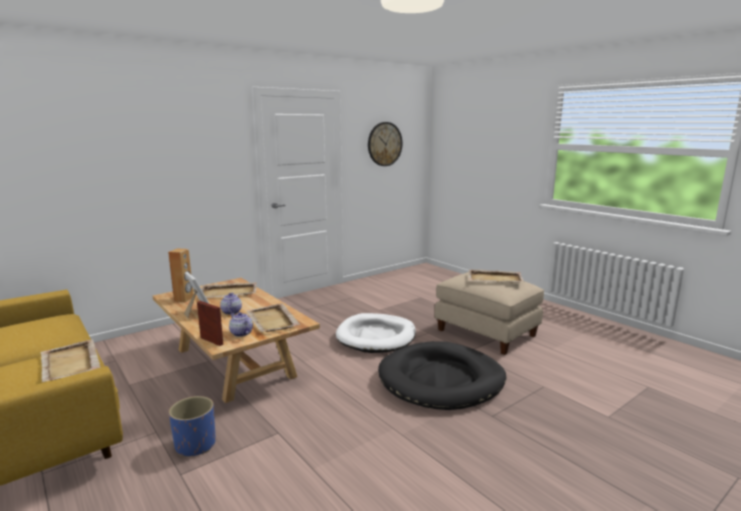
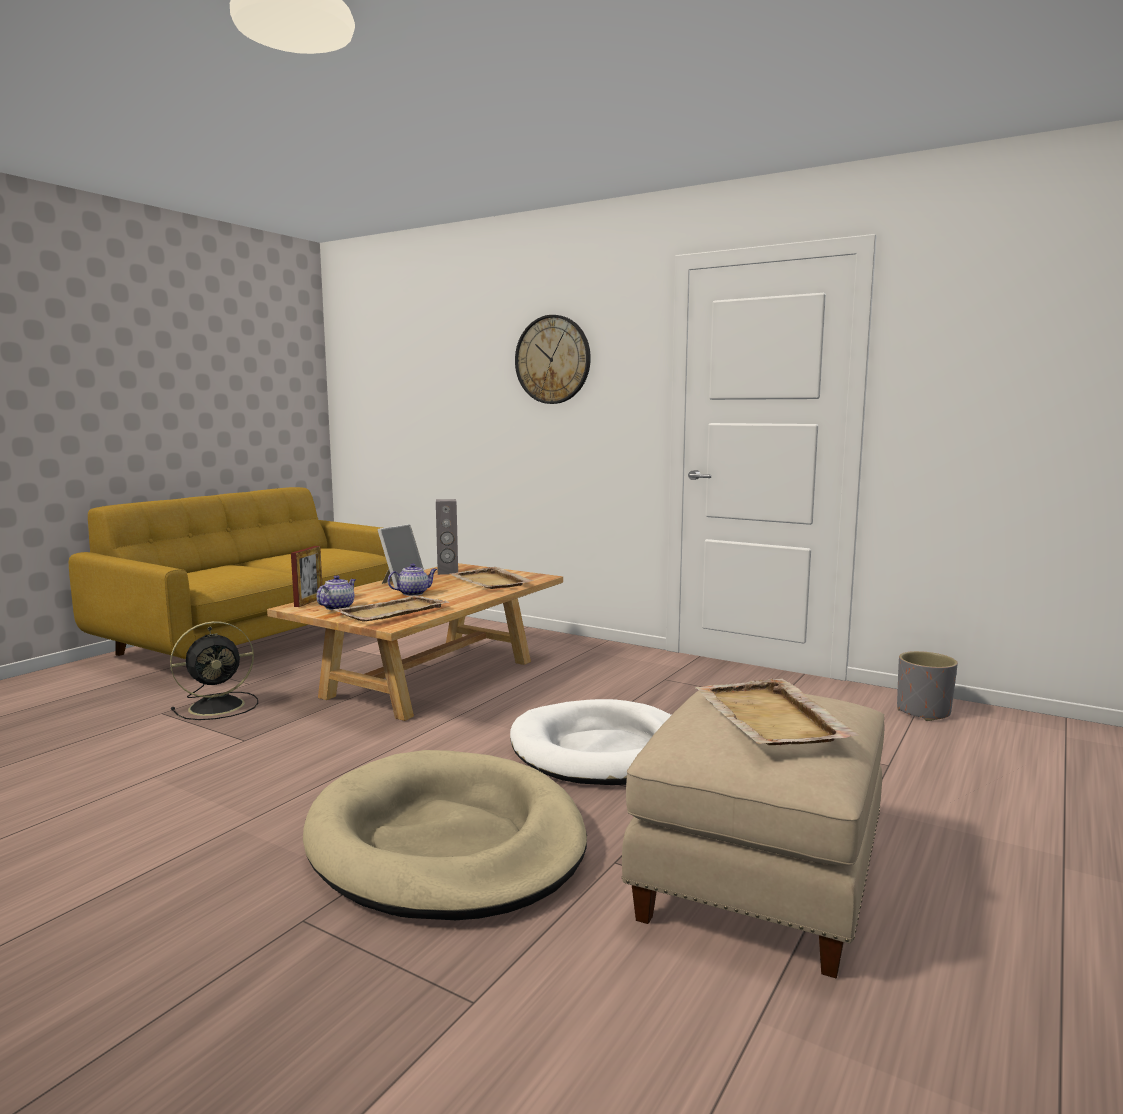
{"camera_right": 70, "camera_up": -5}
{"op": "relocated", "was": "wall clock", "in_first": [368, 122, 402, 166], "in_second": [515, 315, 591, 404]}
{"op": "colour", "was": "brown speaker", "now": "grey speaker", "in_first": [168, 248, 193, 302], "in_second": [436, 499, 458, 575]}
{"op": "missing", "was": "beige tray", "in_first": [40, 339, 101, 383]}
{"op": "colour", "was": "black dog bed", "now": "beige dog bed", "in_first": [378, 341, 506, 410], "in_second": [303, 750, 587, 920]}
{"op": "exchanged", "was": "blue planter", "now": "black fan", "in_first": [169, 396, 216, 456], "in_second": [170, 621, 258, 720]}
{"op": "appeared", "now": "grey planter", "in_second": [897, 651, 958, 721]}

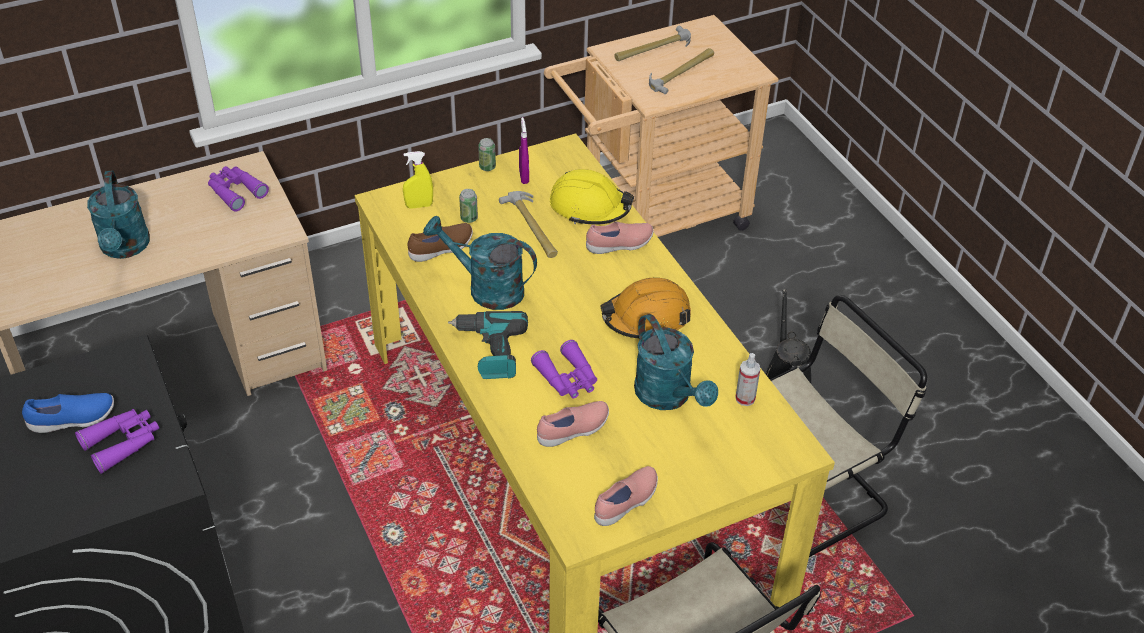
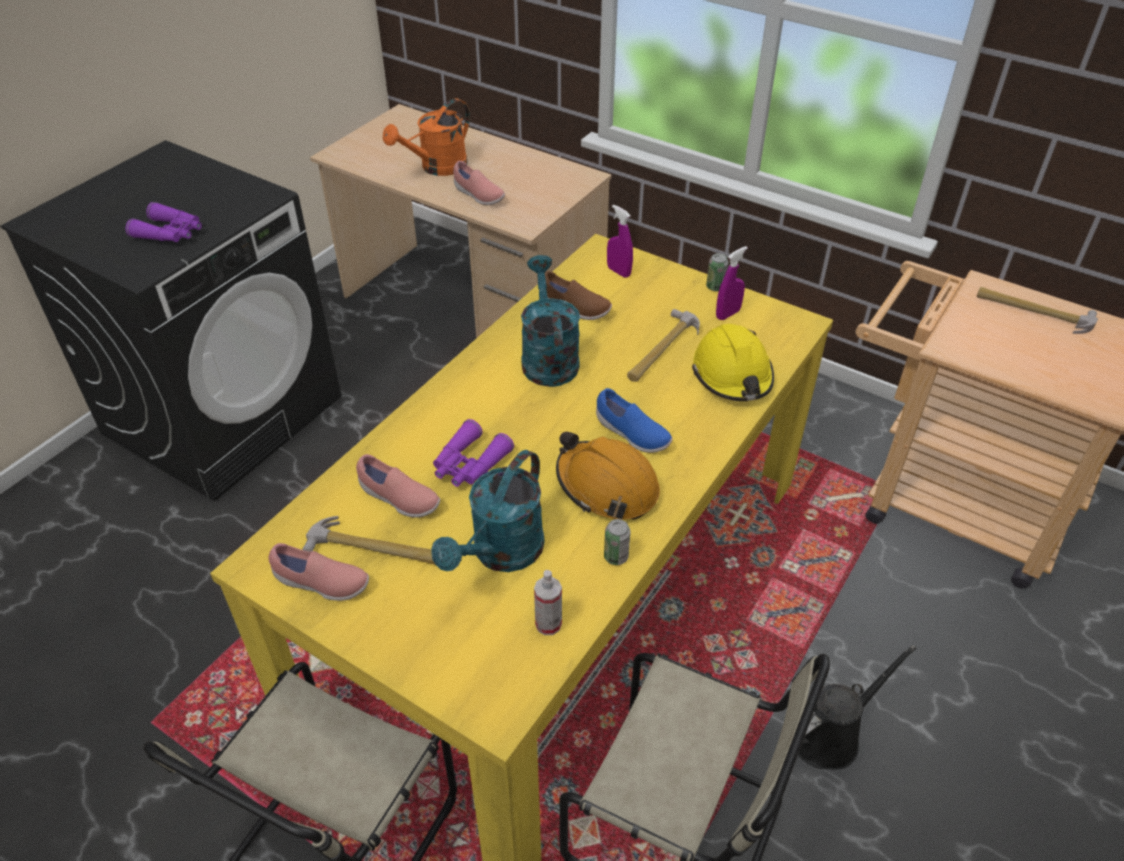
{"camera_right": 60, "camera_up": 0}
{"op": "relocated", "was": "hammer", "in_first": [649, 48, 714, 94], "in_second": [302, 516, 436, 565]}
{"op": "colour", "was": "yellow spray bottle", "now": "purple spray bottle", "in_first": [403, 151, 433, 209], "in_second": [607, 205, 633, 278]}
{"op": "missing", "was": "purple binoculars", "in_first": [208, 166, 269, 212]}
{"op": "colour", "was": "turquoise watering can", "now": "orange watering can", "in_first": [87, 170, 150, 259], "in_second": [383, 98, 470, 176]}
{"op": "relocated", "was": "can", "in_first": [459, 189, 478, 223], "in_second": [604, 519, 631, 565]}
{"op": "relocated", "was": "pink shoe", "in_first": [586, 221, 653, 254], "in_second": [453, 161, 505, 205]}
{"op": "missing", "was": "power drill", "in_first": [448, 311, 528, 379]}
{"op": "relocated", "was": "blue shoe", "in_first": [22, 393, 114, 433], "in_second": [596, 388, 673, 453]}

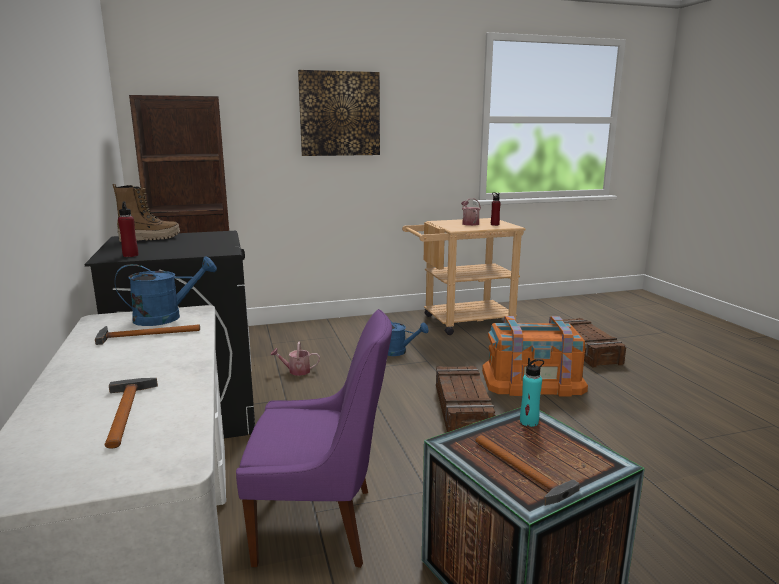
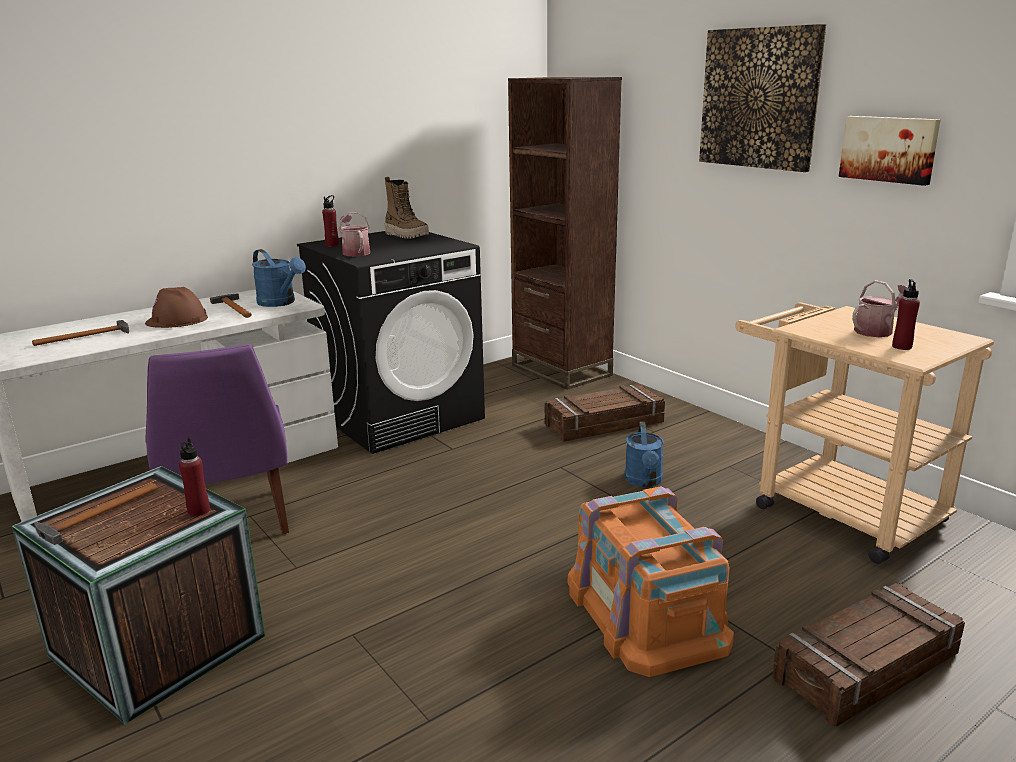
{"camera_right": 70, "camera_up": 5}
{"op": "relocated", "was": "watering can", "in_first": [270, 342, 320, 376], "in_second": [339, 212, 370, 256]}
{"op": "colour", "was": "turquoise bottle", "now": "red bottle", "in_first": [520, 358, 544, 427], "in_second": [179, 437, 210, 516]}
{"op": "relocated", "was": "crate", "in_first": [436, 366, 495, 432], "in_second": [545, 385, 665, 442]}
{"op": "appeared", "now": "picture", "in_second": [839, 116, 941, 186]}
{"op": "appeared", "now": "brown hard hat", "in_second": [145, 287, 208, 328]}

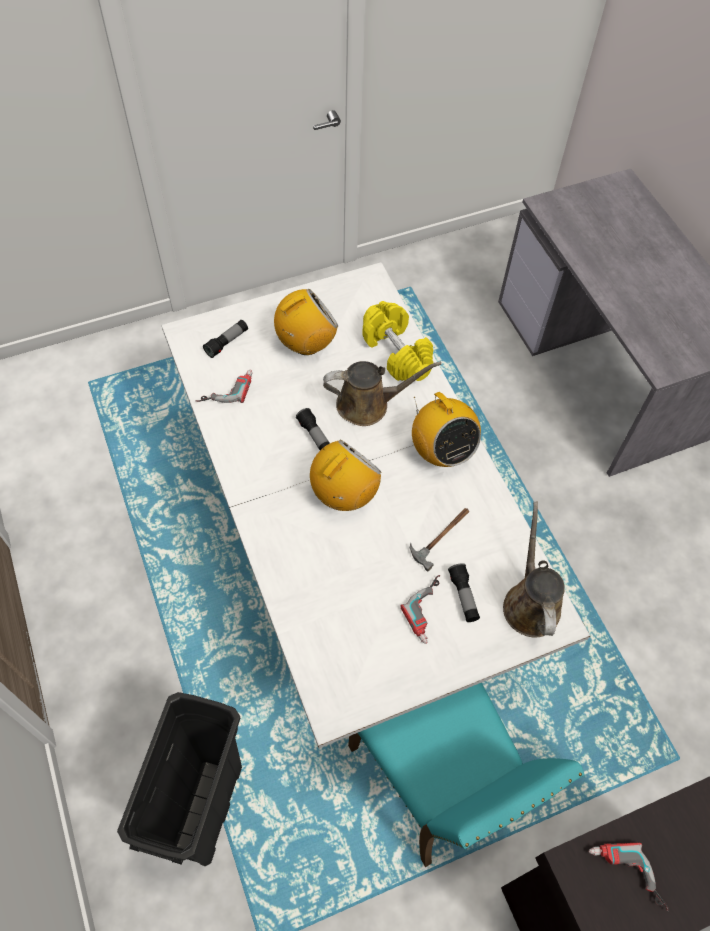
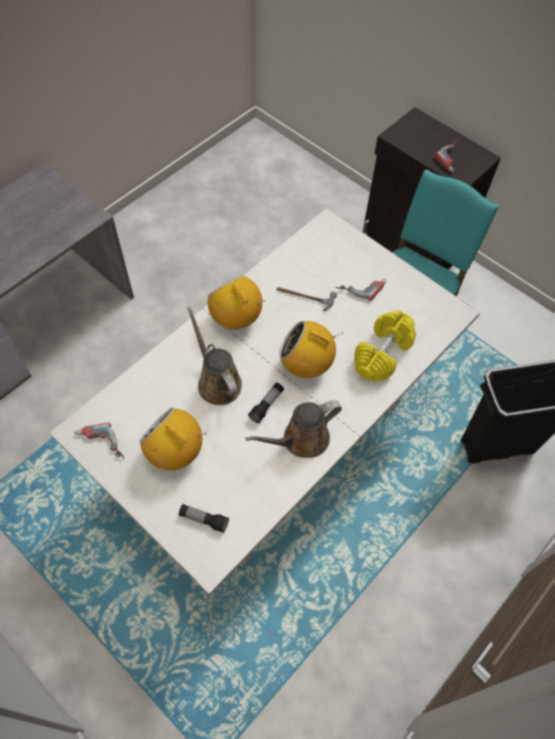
{"camera_right": -115, "camera_up": 0}
{"op": "relocated", "was": "yellow dumbbell", "in_first": [362, 301, 434, 381], "in_second": [354, 310, 416, 382]}
{"op": "relocated", "was": "power drill", "in_first": [196, 369, 252, 403], "in_second": [74, 422, 124, 459]}
{"op": "spun", "was": "radio", "in_first": [412, 392, 481, 467], "in_second": [208, 275, 265, 330], "clockwise": -75}
{"op": "relocated", "was": "brown watering can", "in_first": [503, 502, 565, 637], "in_second": [245, 400, 342, 458]}
{"op": "missing", "was": "flashlight", "in_first": [448, 563, 480, 622]}

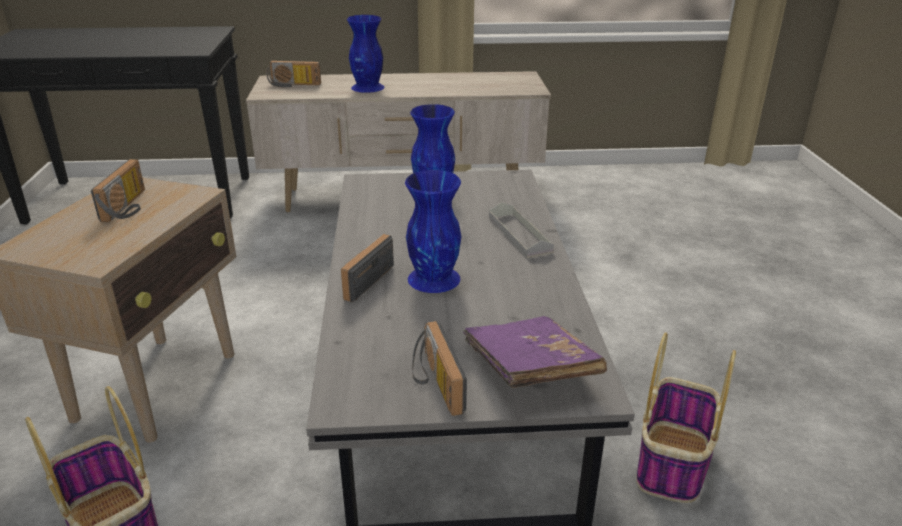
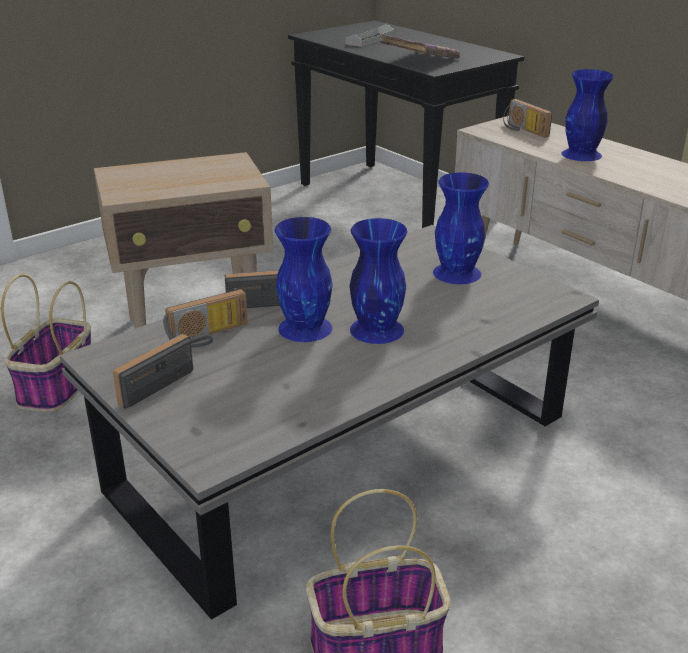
{"camera_right": 55, "camera_up": 0}
{"op": "relocated", "was": "radio", "in_first": [91, 159, 145, 222], "in_second": [163, 289, 248, 348]}
{"op": "relocated", "was": "grey tray", "in_first": [489, 202, 554, 258], "in_second": [346, 24, 394, 47]}
{"op": "relocated", "was": "purple book", "in_first": [463, 316, 607, 388], "in_second": [380, 34, 460, 59]}
{"op": "appeared", "now": "blue vase", "in_second": [349, 218, 408, 344]}

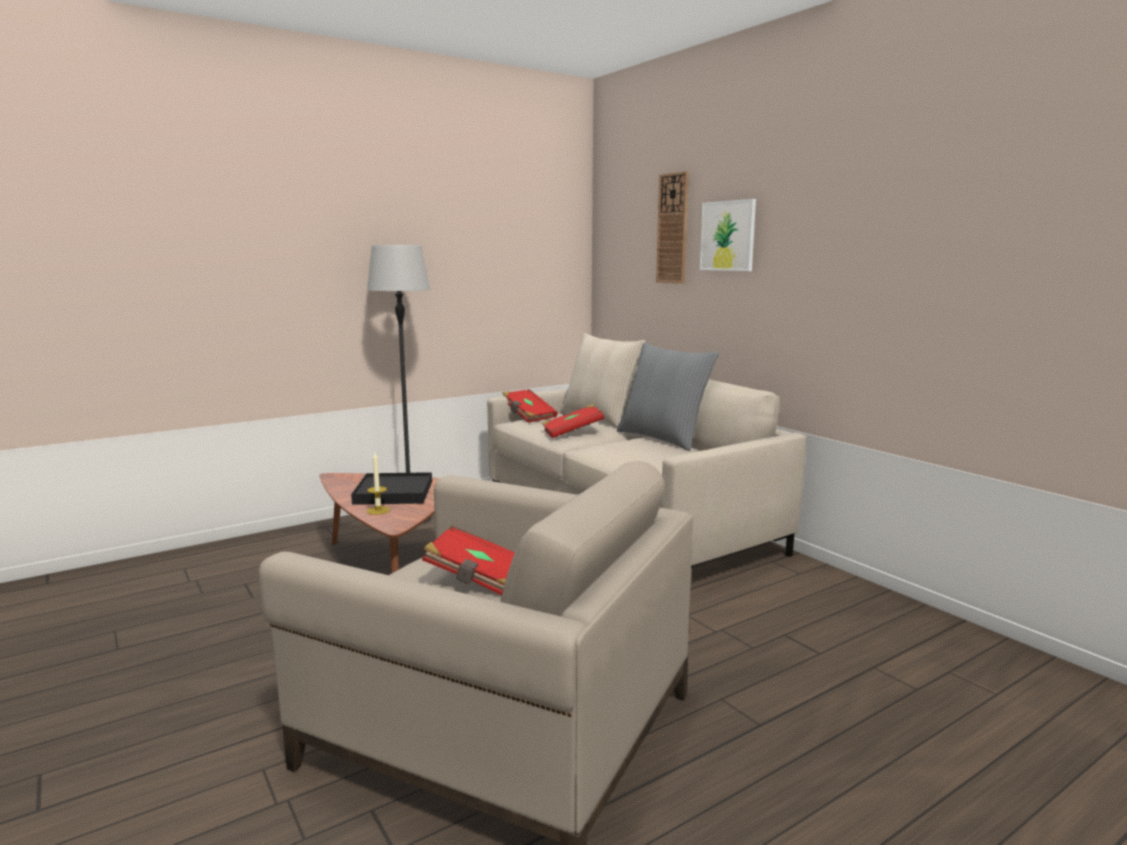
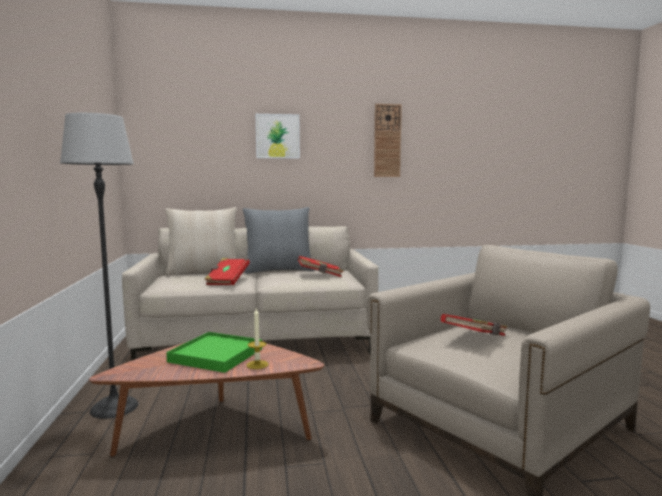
{"camera_right": -65, "camera_up": -5}
{"op": "relocated", "was": "wall clock", "in_first": [656, 171, 689, 284], "in_second": [374, 104, 402, 177]}
{"op": "relocated", "was": "red book", "in_first": [502, 389, 557, 423], "in_second": [298, 256, 344, 277]}
{"op": "colour", "was": "black tray", "now": "green tray", "in_first": [351, 472, 432, 505], "in_second": [166, 332, 262, 373]}

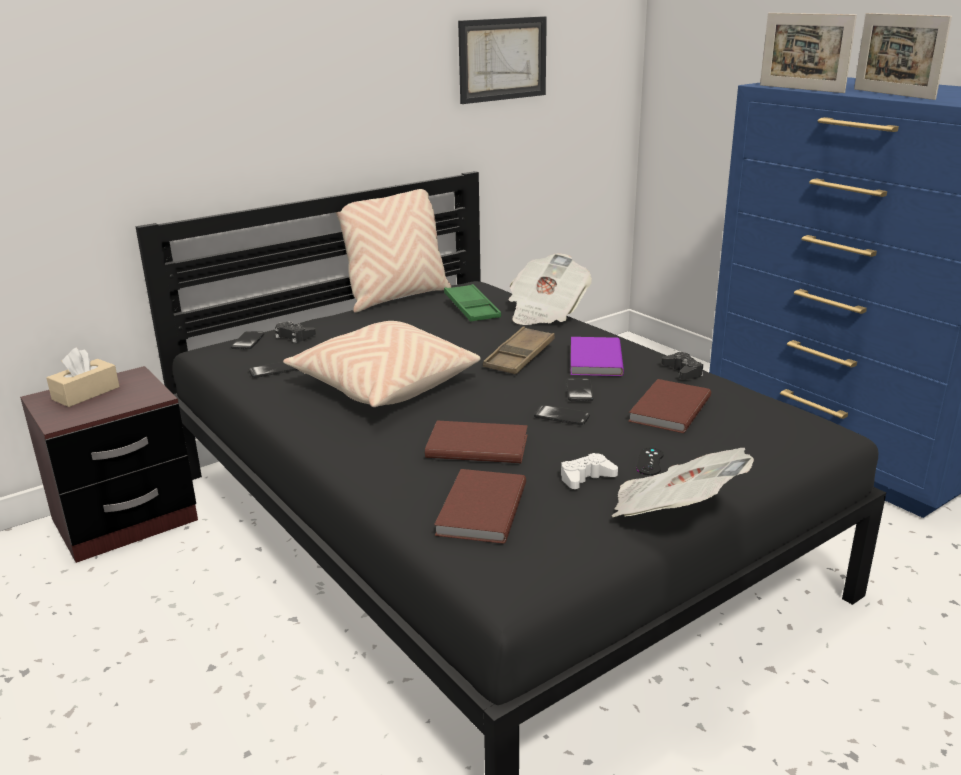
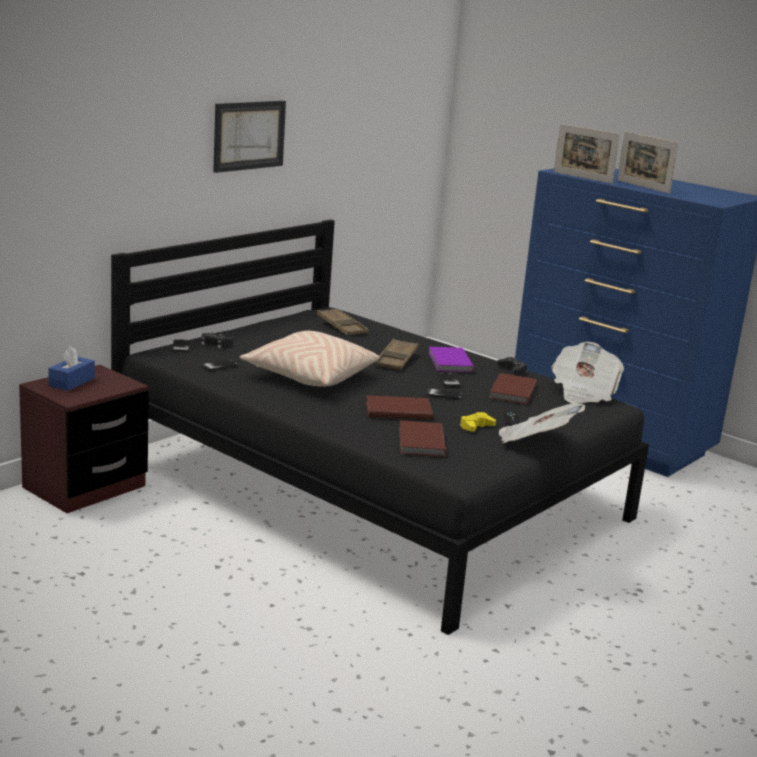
{"camera_right": -15, "camera_up": -5}
{"op": "relocated", "was": "picture", "in_first": [458, 16, 547, 104], "in_second": [213, 101, 286, 173]}
{"op": "missing", "was": "beige pillow", "in_first": [335, 189, 451, 313]}
{"op": "relocated", "was": "newspaper", "in_first": [509, 253, 592, 325], "in_second": [551, 342, 624, 404]}
{"op": "colour", "was": "green tray", "now": "brown tray", "in_first": [444, 284, 501, 322], "in_second": [317, 308, 368, 336]}
{"op": "colour", "was": "beige tissue box", "now": "blue tissue box", "in_first": [47, 348, 120, 407], "in_second": [48, 346, 95, 391]}
{"op": "colour", "was": "white game controller", "now": "yellow game controller", "in_first": [561, 453, 618, 489], "in_second": [460, 412, 496, 432]}

